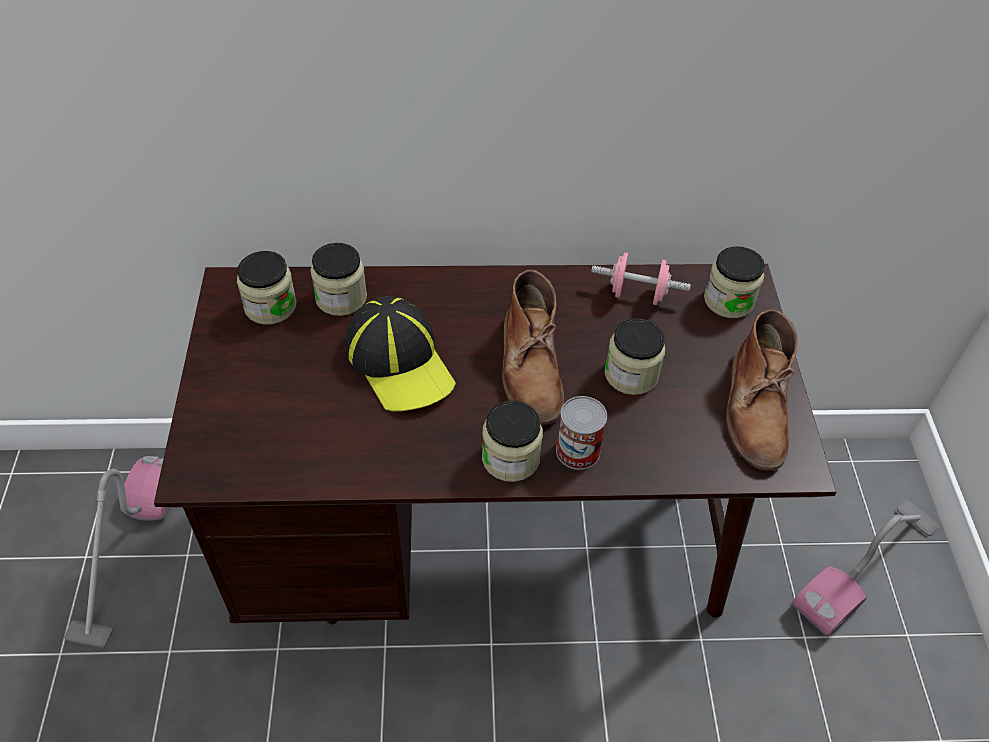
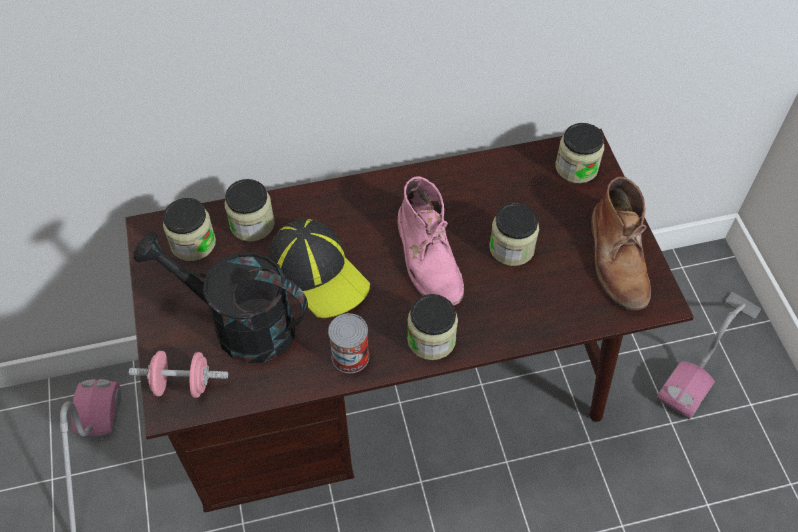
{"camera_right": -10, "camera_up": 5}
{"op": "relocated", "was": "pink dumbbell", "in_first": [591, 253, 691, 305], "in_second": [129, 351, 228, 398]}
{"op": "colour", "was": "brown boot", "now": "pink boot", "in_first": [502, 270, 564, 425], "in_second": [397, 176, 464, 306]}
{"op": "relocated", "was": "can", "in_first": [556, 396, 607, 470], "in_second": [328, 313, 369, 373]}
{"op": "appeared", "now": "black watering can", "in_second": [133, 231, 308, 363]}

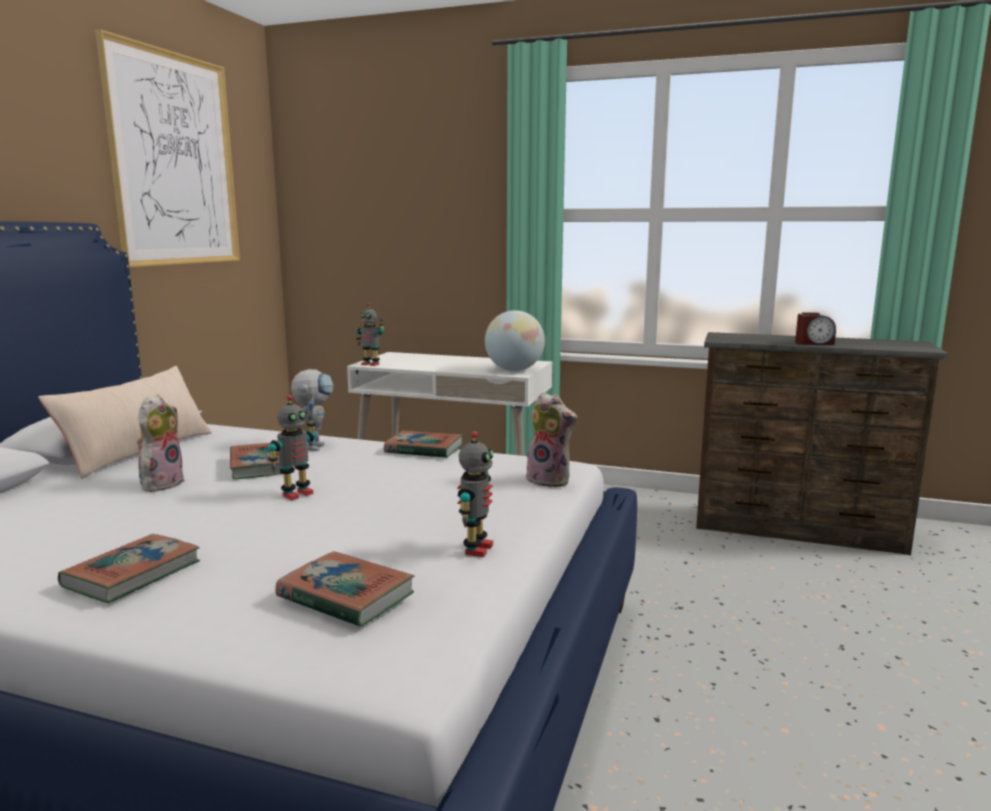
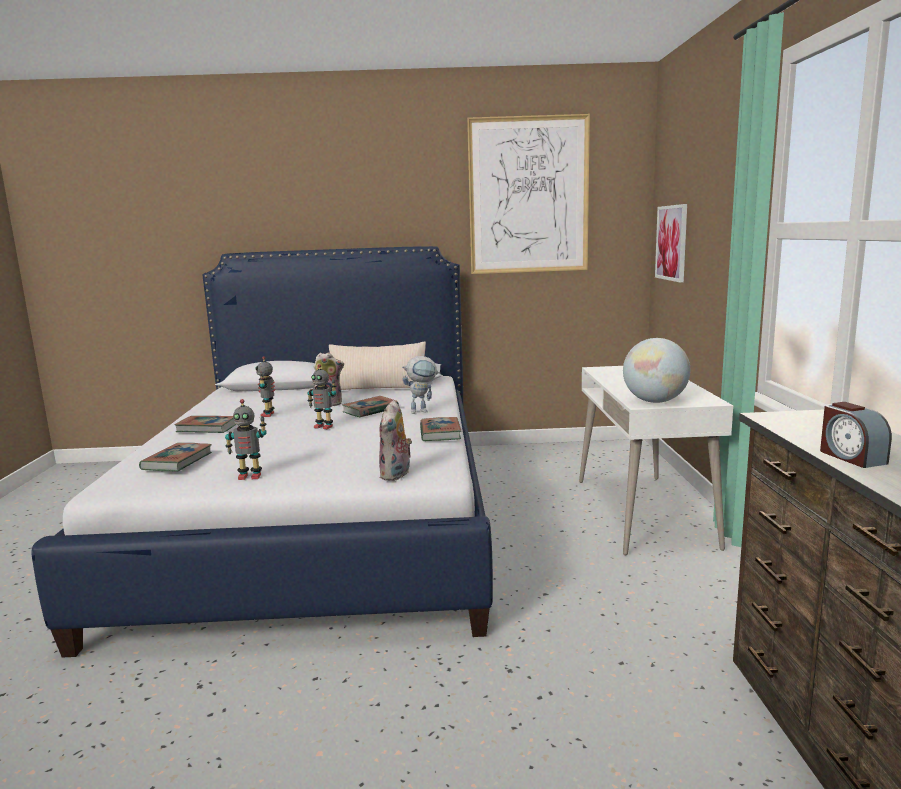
{"camera_right": 70, "camera_up": 0}
{"op": "relocated", "was": "toy robot", "in_first": [356, 303, 385, 366], "in_second": [255, 356, 275, 417]}
{"op": "appeared", "now": "picture", "in_second": [655, 204, 687, 282]}

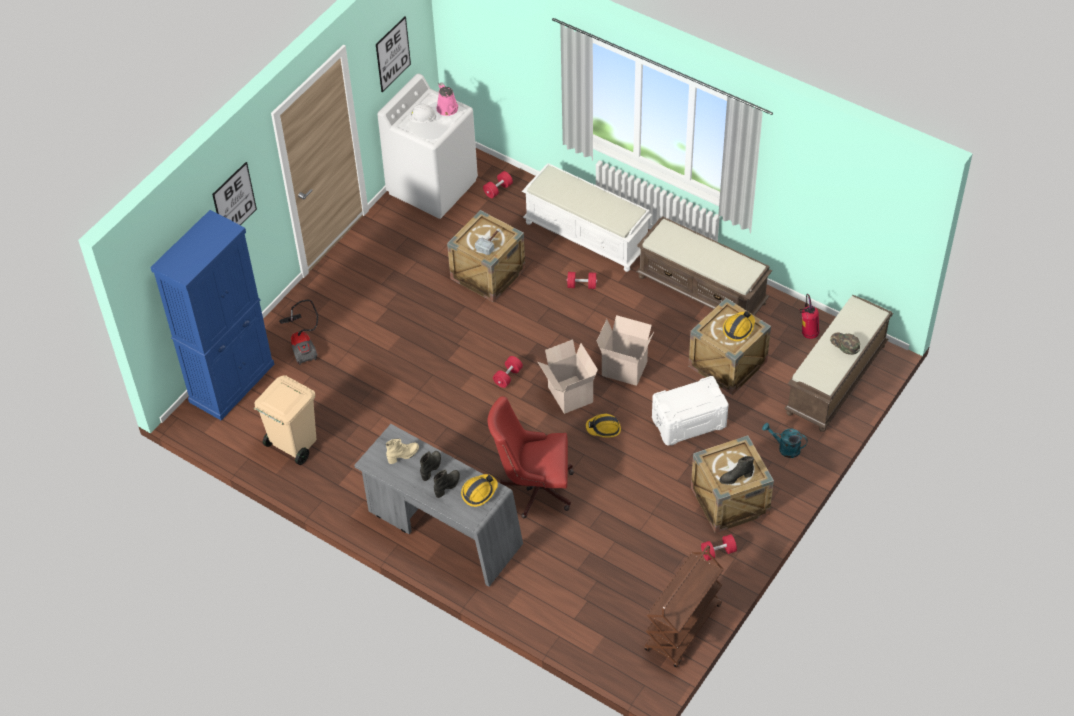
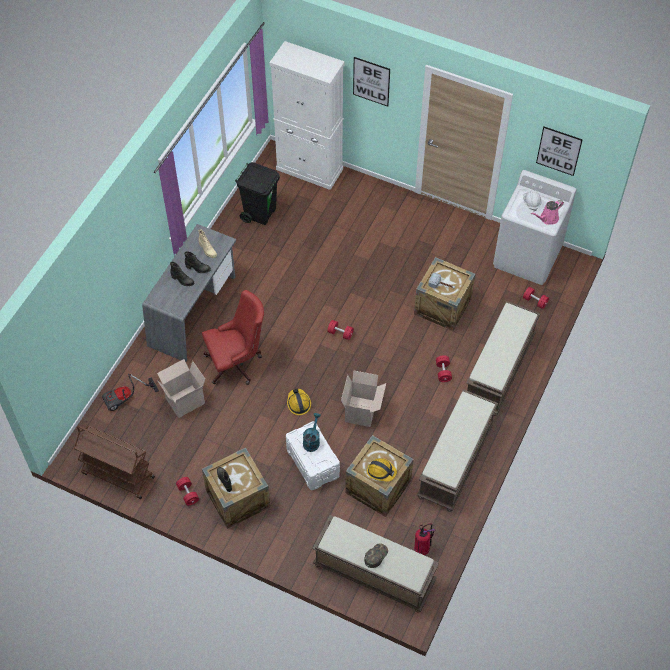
{"camera_right": 80, "camera_up": 5}
{"op": "colour", "was": "white bench", "now": "brown bench", "in_first": [522, 163, 652, 272], "in_second": [466, 301, 540, 416]}
{"op": "colour", "was": "blue cabinet", "now": "white cabinet", "in_first": [151, 210, 274, 420], "in_second": [269, 41, 345, 190]}
{"op": "relocated", "was": "vacuum cleaner", "in_first": [279, 300, 318, 365], "in_second": [102, 374, 159, 411]}
{"op": "relocated", "was": "cardboard box", "in_first": [538, 340, 598, 414], "in_second": [157, 359, 205, 418]}
{"op": "colour", "was": "beige trash can", "now": "black trash can", "in_first": [254, 375, 316, 465], "in_second": [235, 162, 280, 225]}
{"op": "spun", "was": "red office chair", "in_first": [487, 396, 574, 518], "in_second": [202, 290, 264, 385], "clockwise": 75}
{"op": "relocated", "was": "turquoise watering can", "in_first": [762, 423, 808, 458], "in_second": [303, 413, 321, 452]}
{"op": "missing", "was": "hard hat", "in_first": [461, 474, 498, 507]}

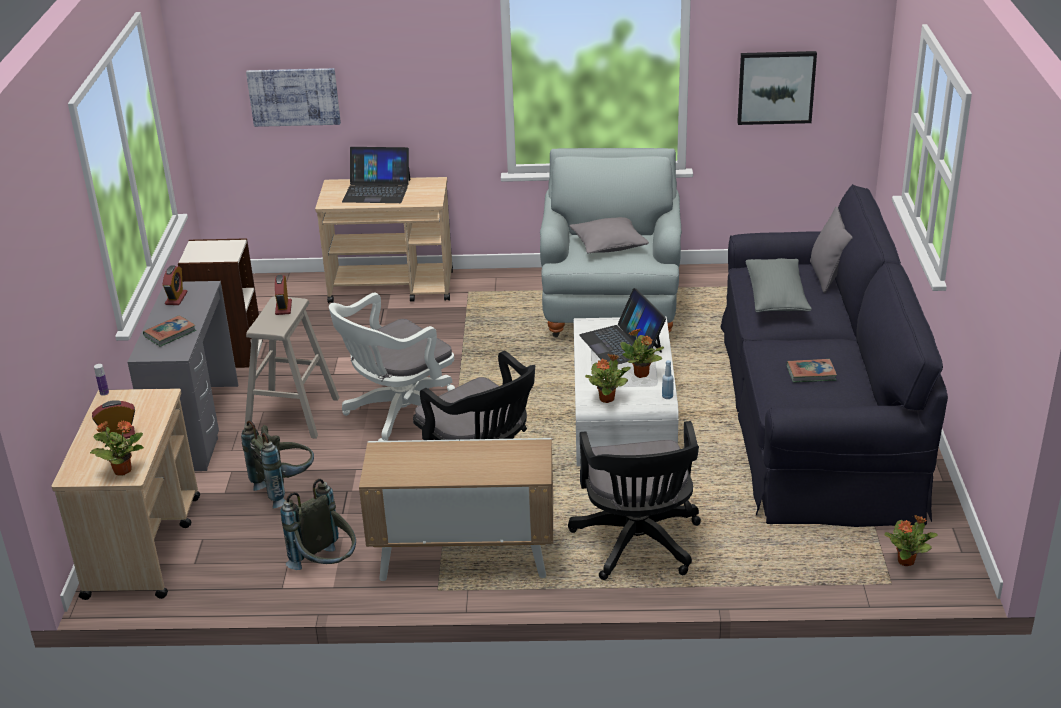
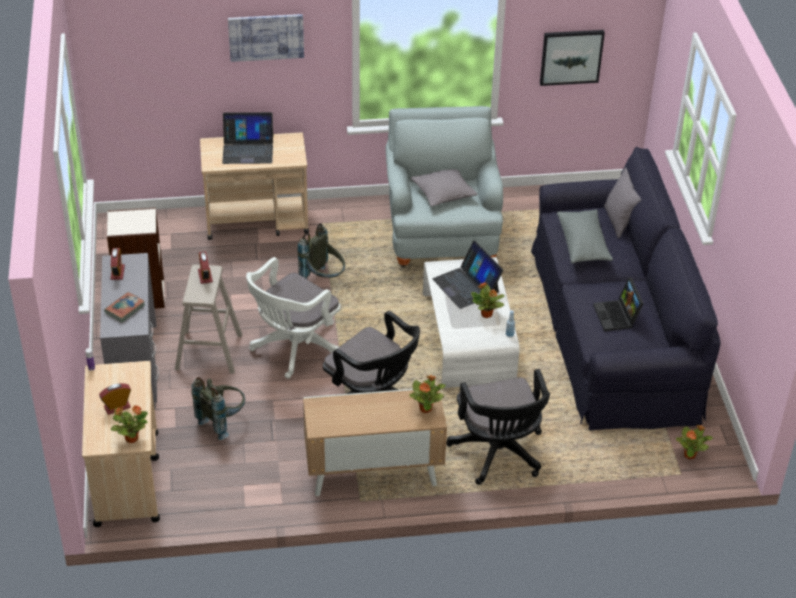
{"camera_right": -10, "camera_up": 10}
{"op": "relocated", "was": "picture", "in_first": [246, 68, 341, 127], "in_second": [228, 14, 304, 62]}
{"op": "relocated", "was": "potted plant", "in_first": [585, 354, 631, 403], "in_second": [409, 375, 446, 413]}
{"op": "exchanged", "was": "book", "now": "laptop", "in_first": [787, 359, 837, 383], "in_second": [593, 277, 644, 331]}
{"op": "relocated", "was": "grey backpack", "in_first": [280, 479, 356, 570], "in_second": [297, 223, 345, 279]}

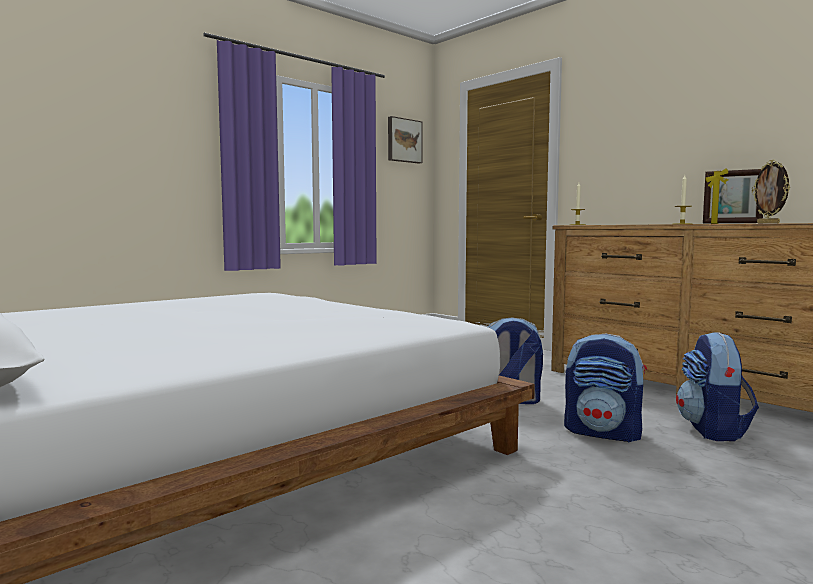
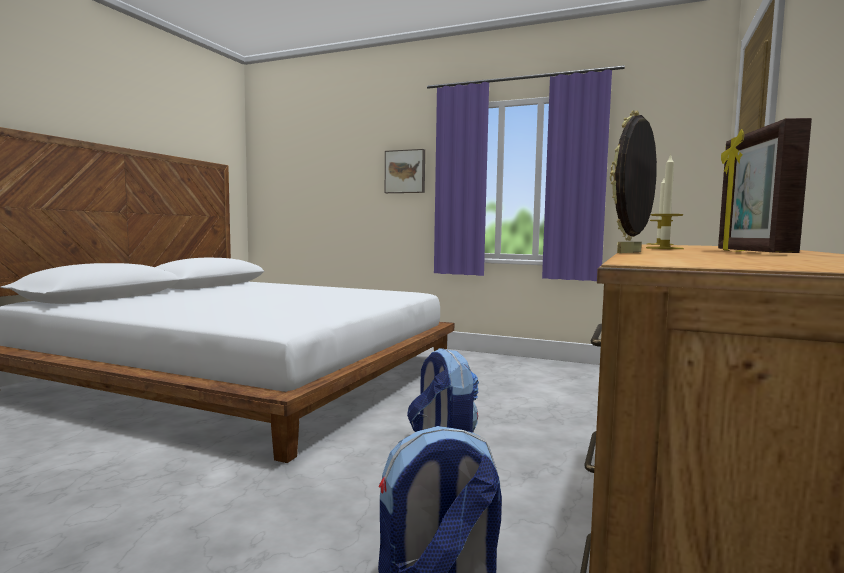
{"camera_right": 65, "camera_up": 0}
{"op": "relocated", "was": "picture", "in_first": [388, 116, 422, 163], "in_second": [385, 149, 425, 193]}
{"op": "missing", "was": "backpack", "in_first": [564, 334, 647, 442]}

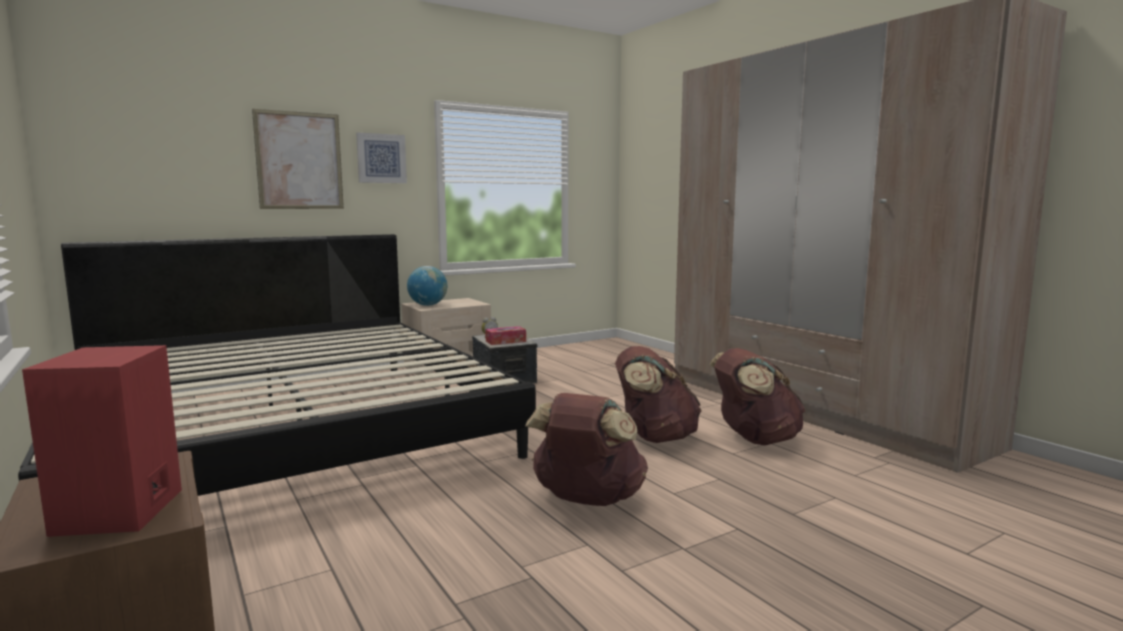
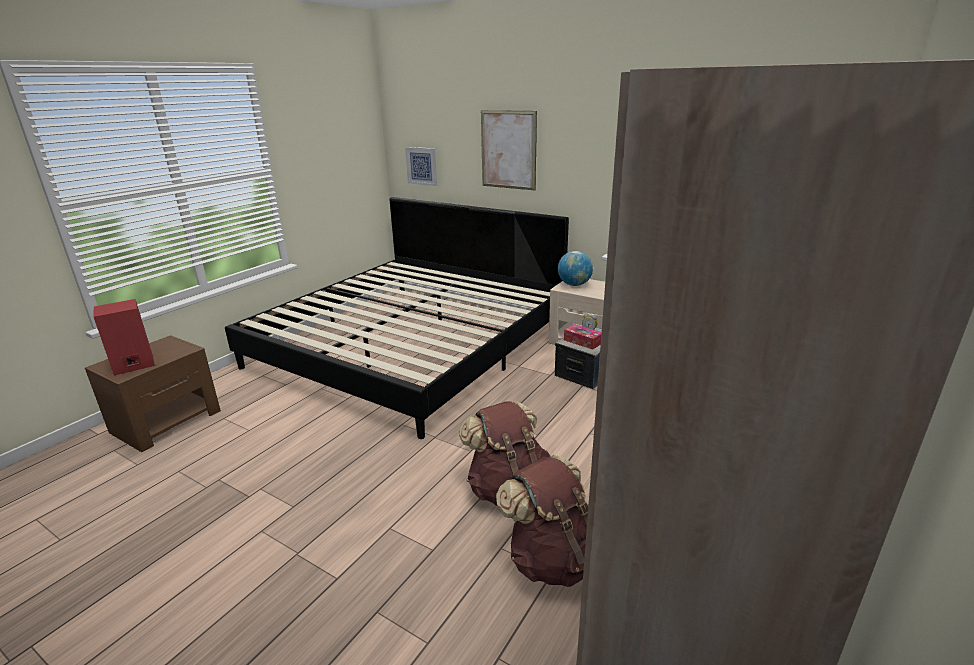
{"camera_right": 65, "camera_up": 15}
{"op": "relocated", "was": "picture", "in_first": [356, 132, 407, 183], "in_second": [405, 147, 437, 186]}
{"op": "missing", "was": "brown backpack", "in_first": [525, 393, 648, 506]}

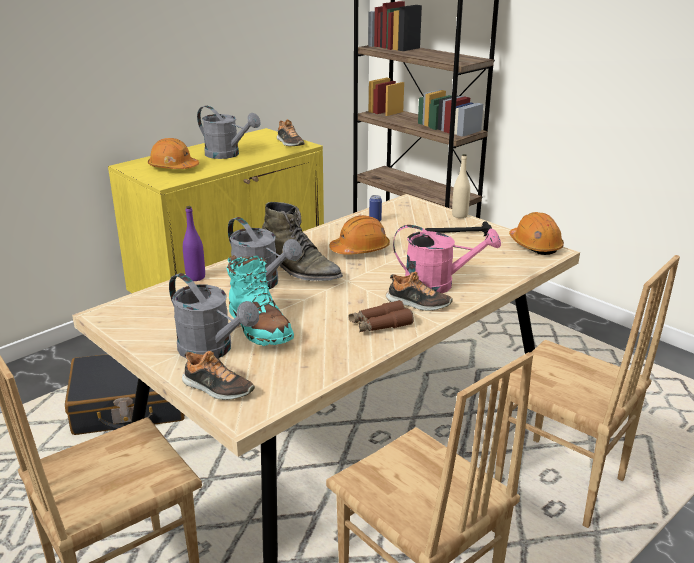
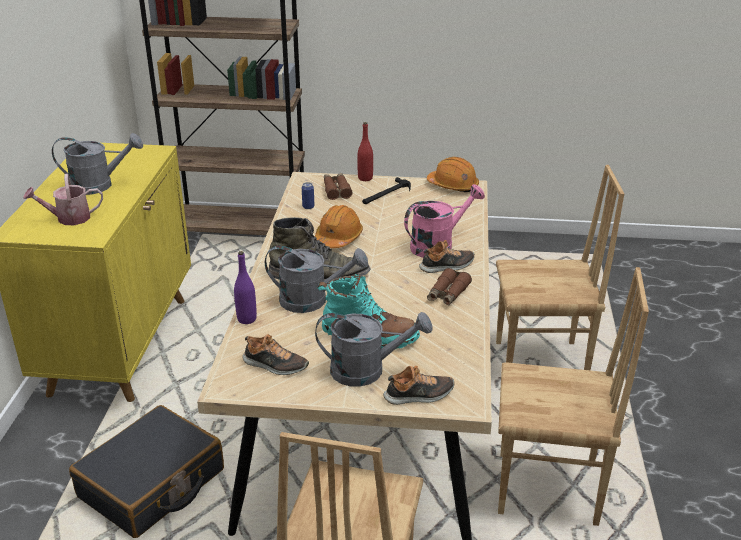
{"camera_right": -40, "camera_up": 5}
{"op": "relocated", "was": "shoe", "in_first": [277, 119, 305, 146], "in_second": [242, 334, 309, 375]}
{"op": "exchanged", "was": "orange hard hat", "now": "watering can", "in_first": [148, 138, 199, 169], "in_second": [23, 174, 103, 225]}
{"op": "colour", "was": "beige bottle", "now": "red bottle", "in_first": [452, 154, 470, 218], "in_second": [357, 122, 373, 181]}
{"op": "appeared", "now": "brown binoculars", "in_second": [324, 173, 353, 200]}

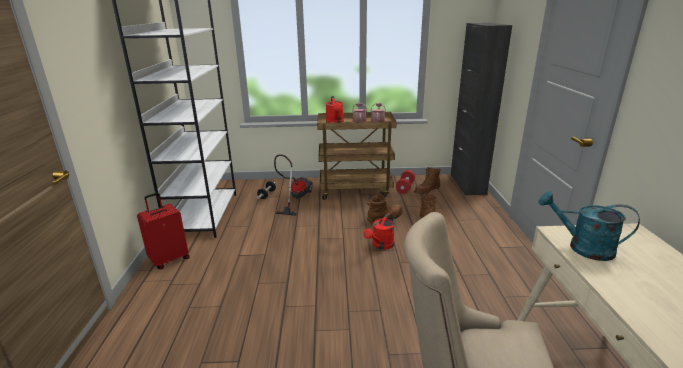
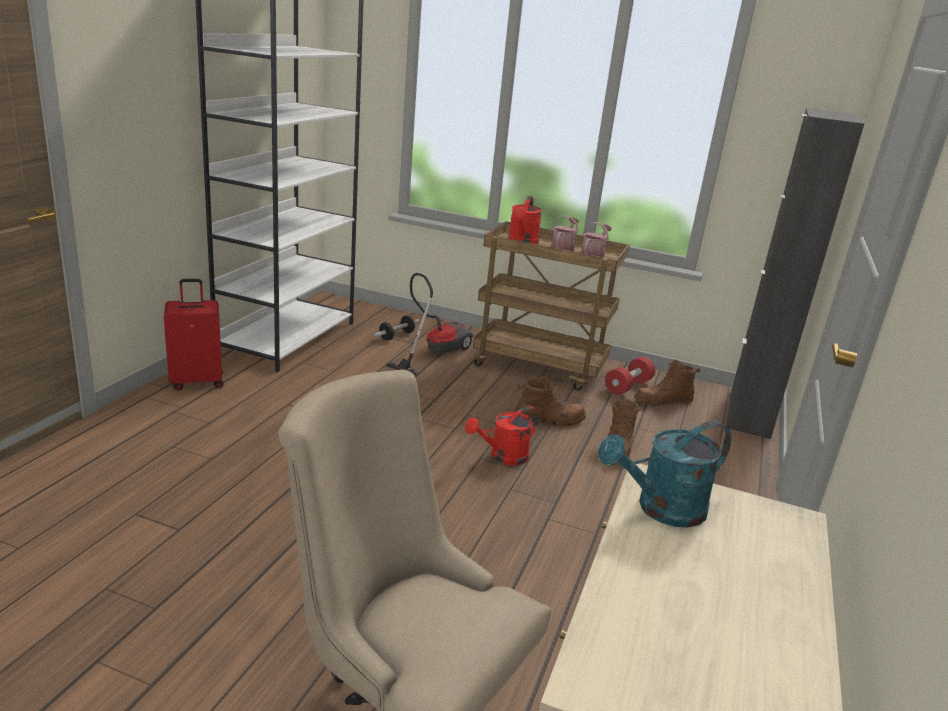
{"camera_right": 20, "camera_up": 0}
{"op": "spun", "was": "turquoise watering can", "in_first": [538, 191, 640, 261], "in_second": [598, 421, 731, 527], "clockwise": -75}

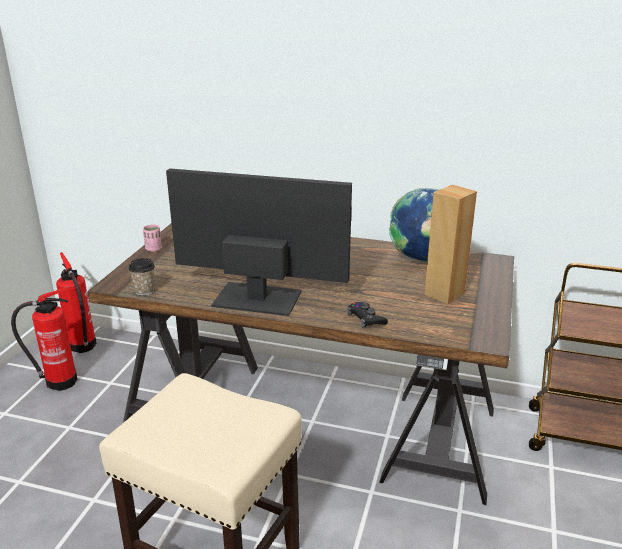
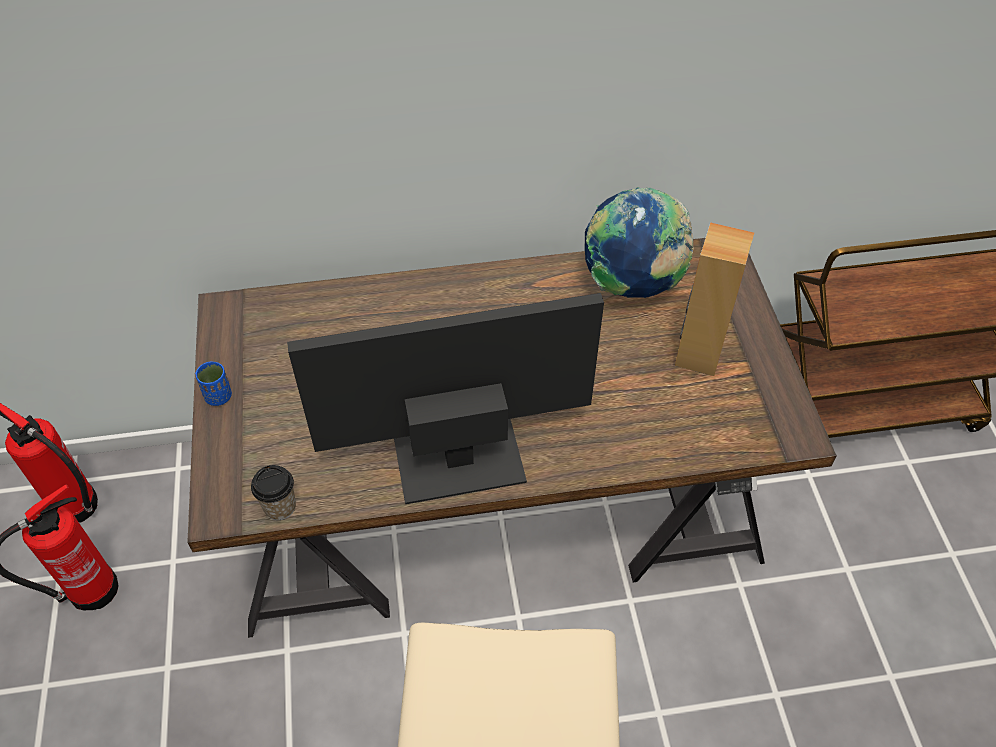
{"camera_right": -25, "camera_up": 25}
{"op": "colour", "was": "pink cup", "now": "blue cup", "in_first": [143, 224, 162, 252], "in_second": [195, 361, 232, 406]}
{"op": "missing", "was": "black game controller", "in_first": [347, 302, 388, 328]}

